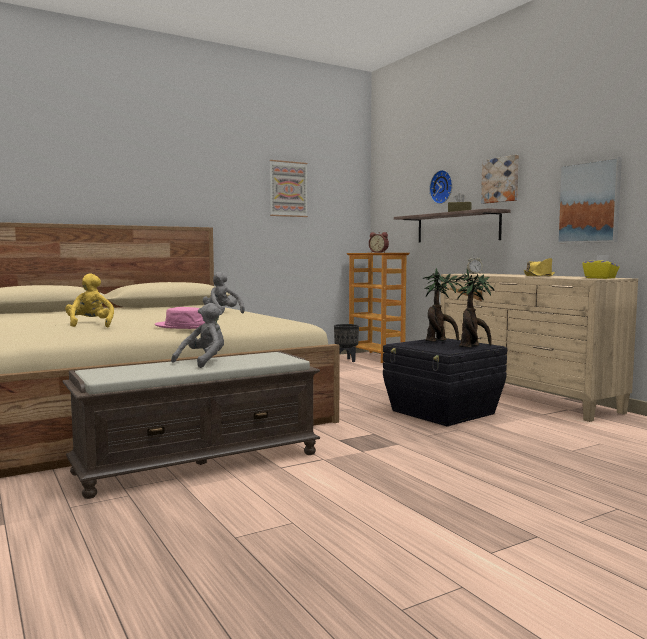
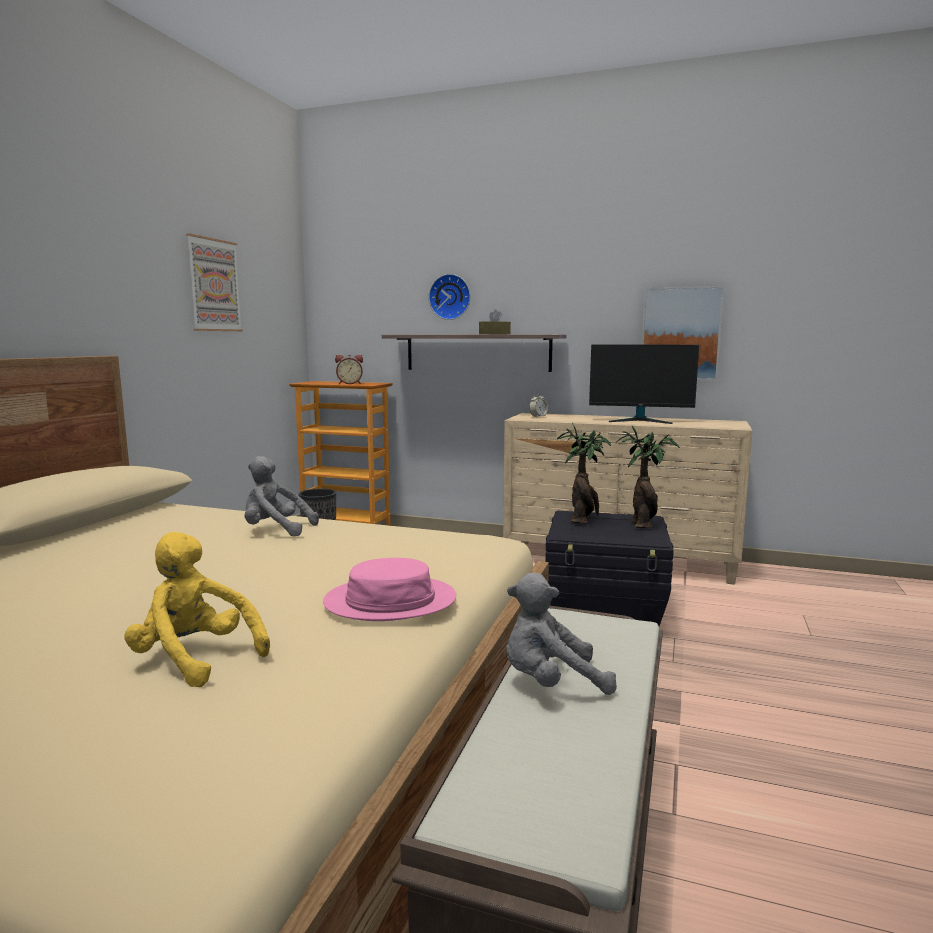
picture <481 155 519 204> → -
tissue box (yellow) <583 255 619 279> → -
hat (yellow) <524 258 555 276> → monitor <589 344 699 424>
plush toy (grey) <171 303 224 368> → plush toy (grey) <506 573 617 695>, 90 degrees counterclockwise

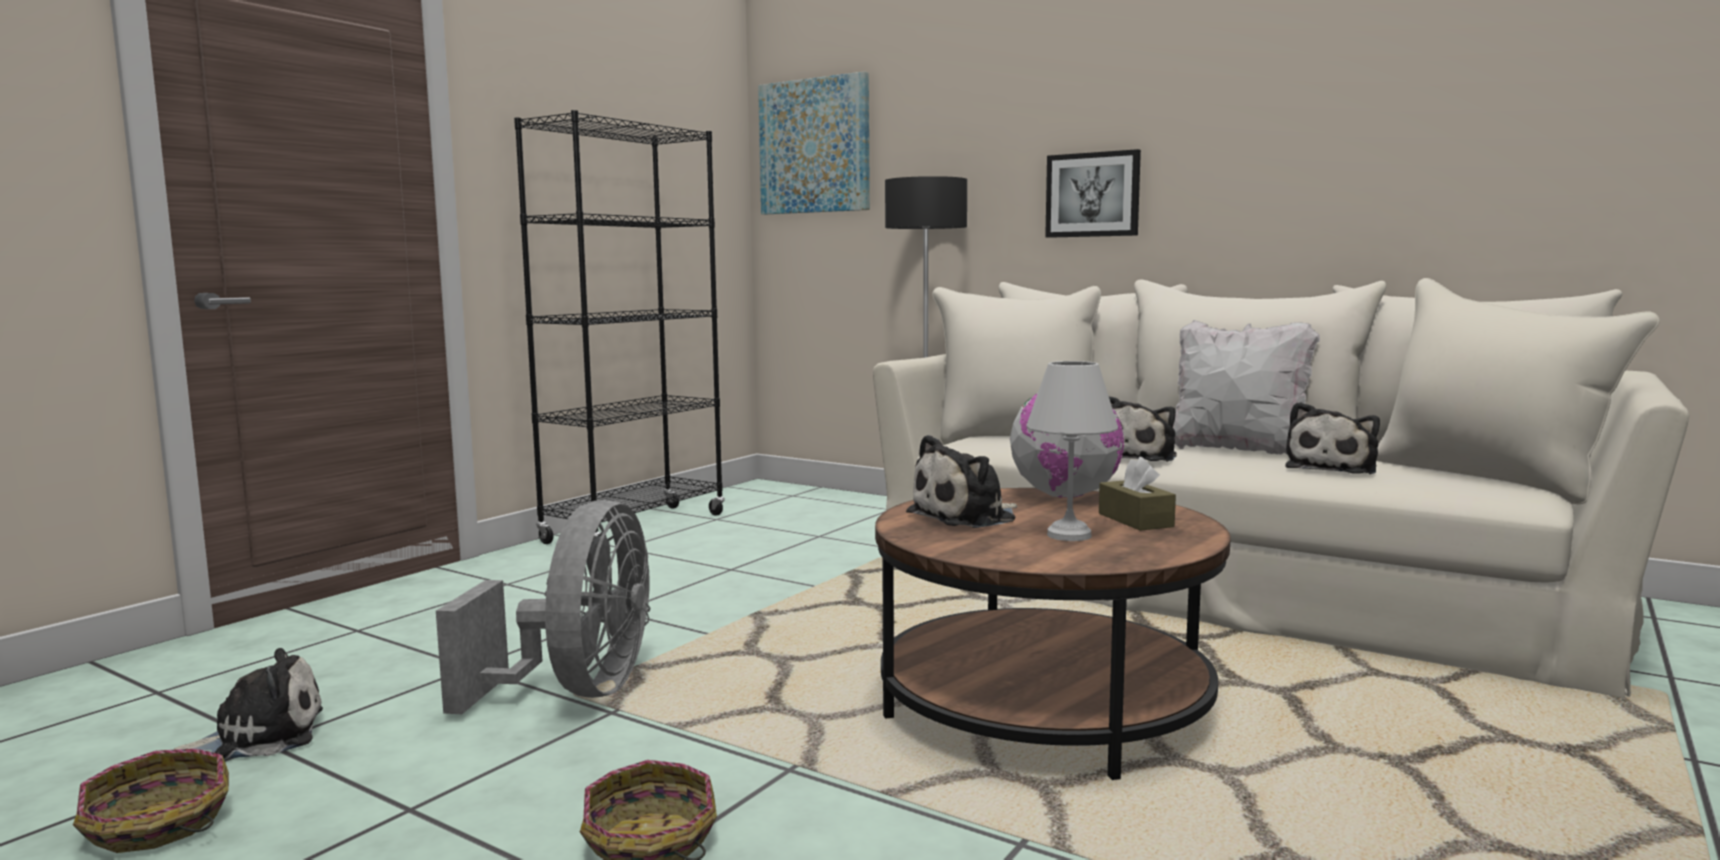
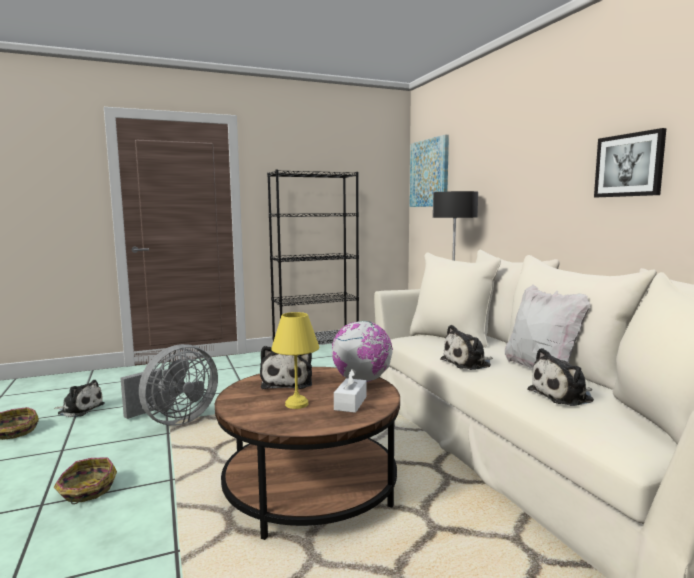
picture <1045 149 1141 238> → picture <594 128 666 197>, moved
table lamp (white) <1026 361 1118 541> → table lamp (yellow) <271 312 319 409>
plush toy <906 435 1018 528> → plush toy <260 346 312 389>, 90 degrees counterclockwise
tissue box (brown) <1099 457 1176 531> → tissue box (white) <334 369 367 413>

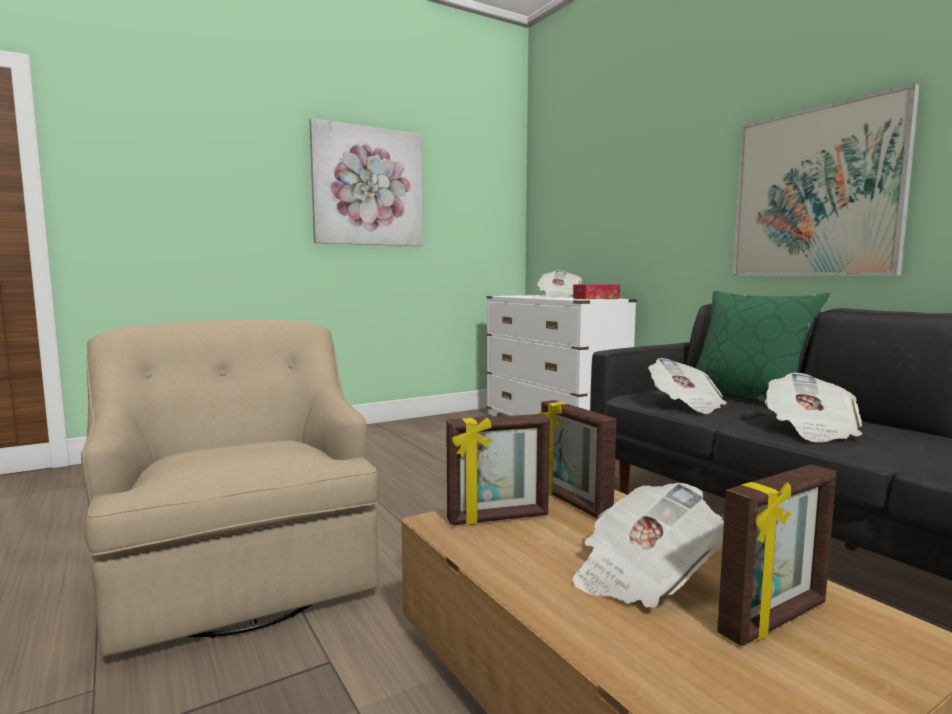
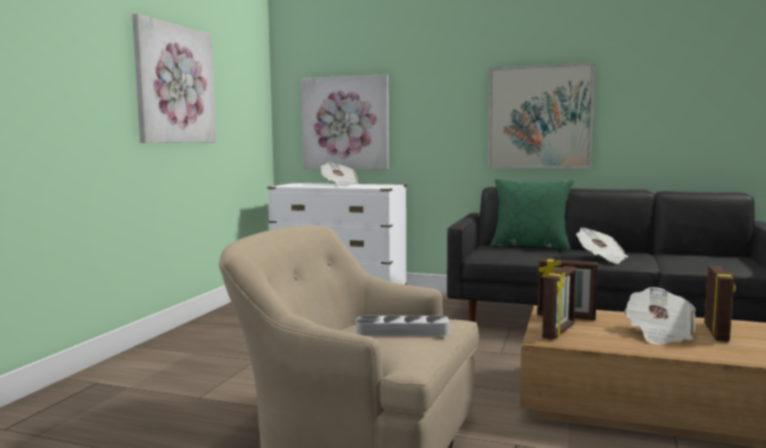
tissue box <573 284 620 299> → -
newspaper <648 358 727 414> → -
- → picture <301 74 389 170>
- → tray (grey) <356 316 449 335>

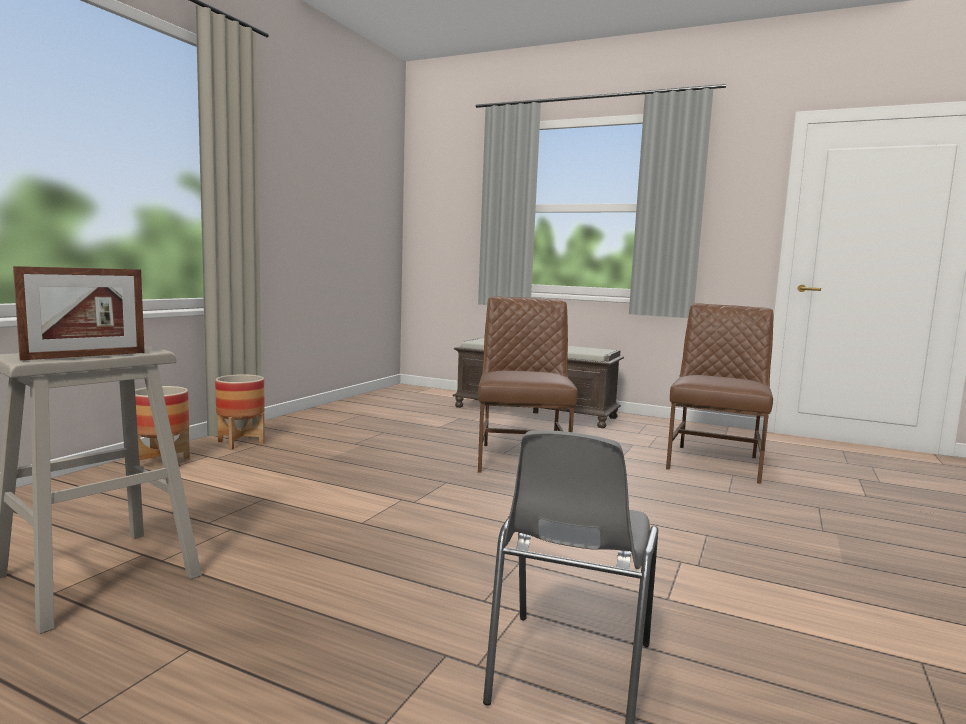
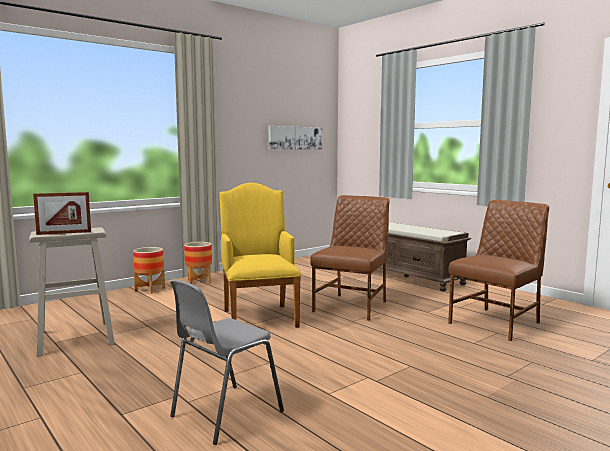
- → picture <269 126 322 149>
- → armchair (yellow) <219 183 302 328>

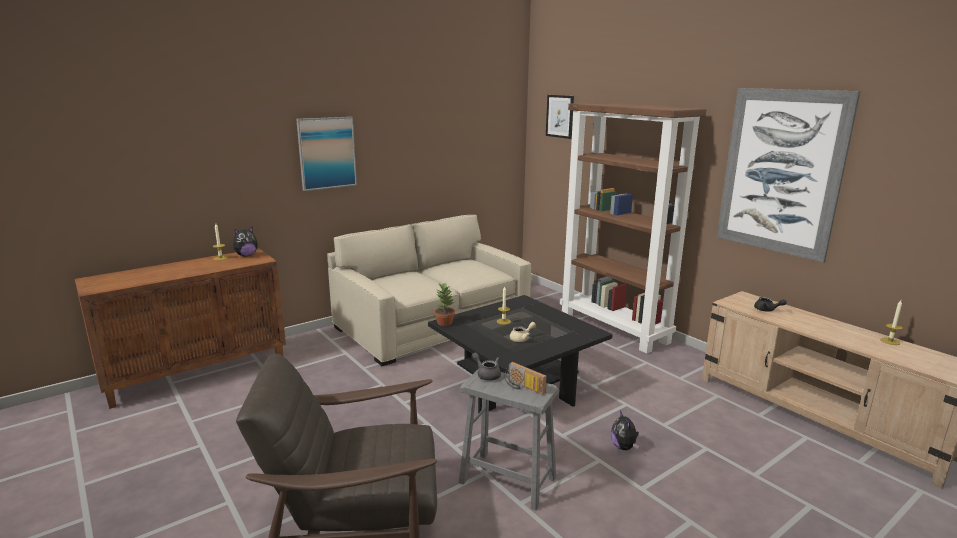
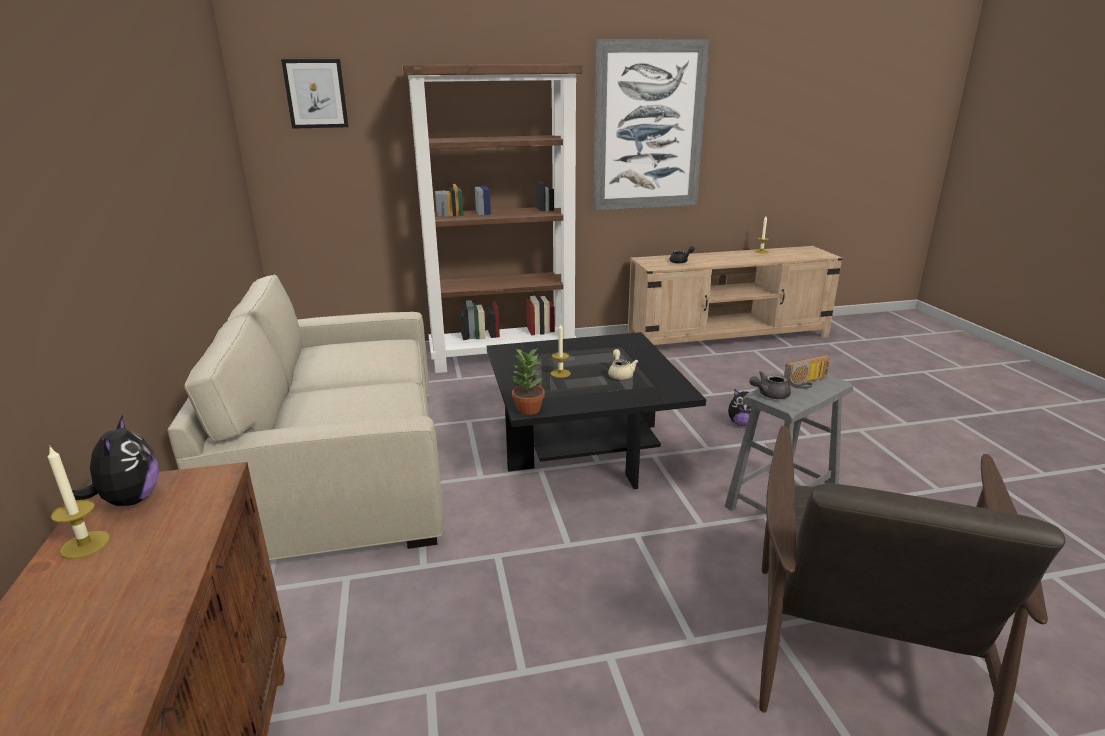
picture <296 117 357 191> → -

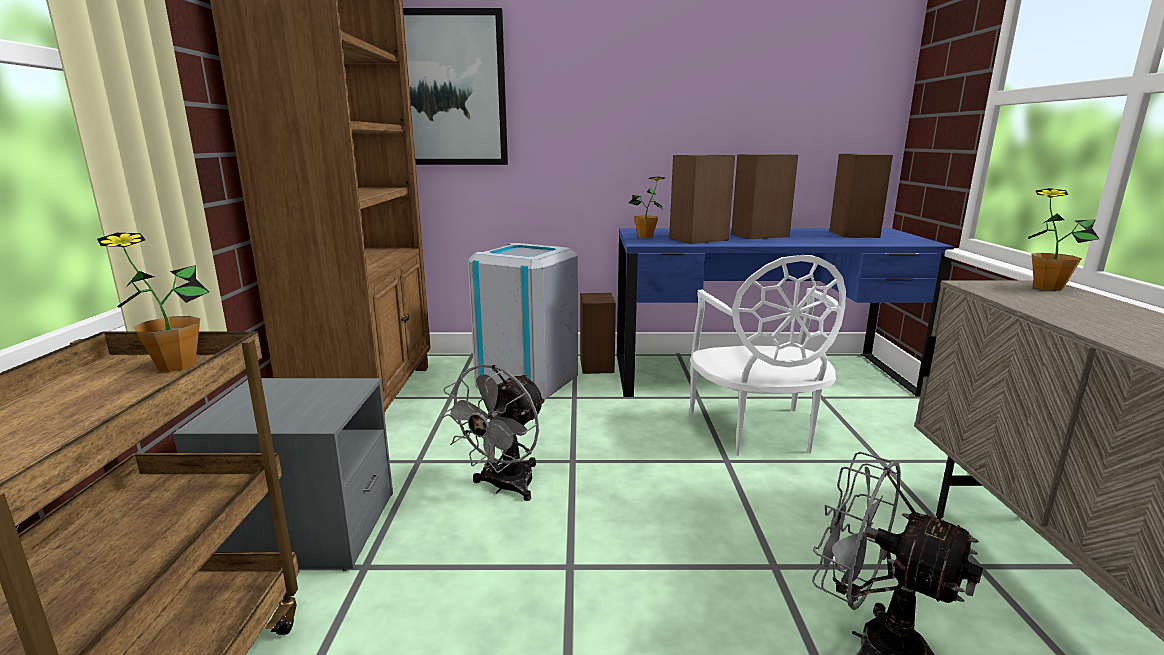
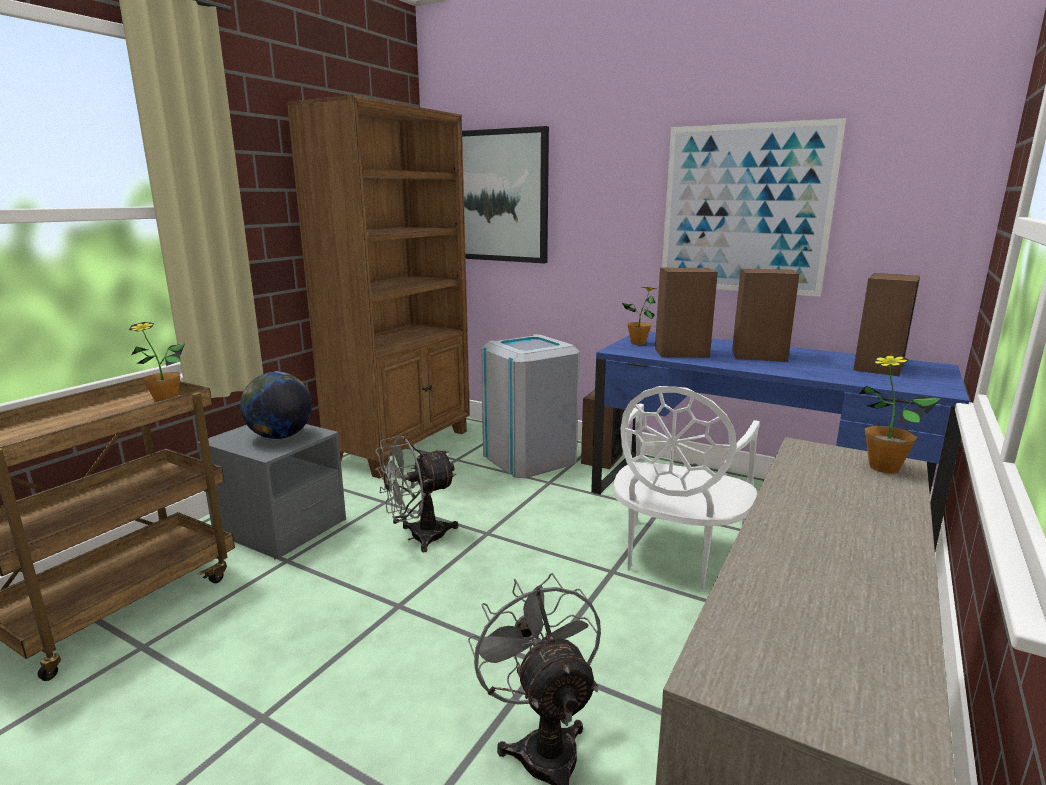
- → picture <662 118 846 297>
- → globe <240 371 312 439>

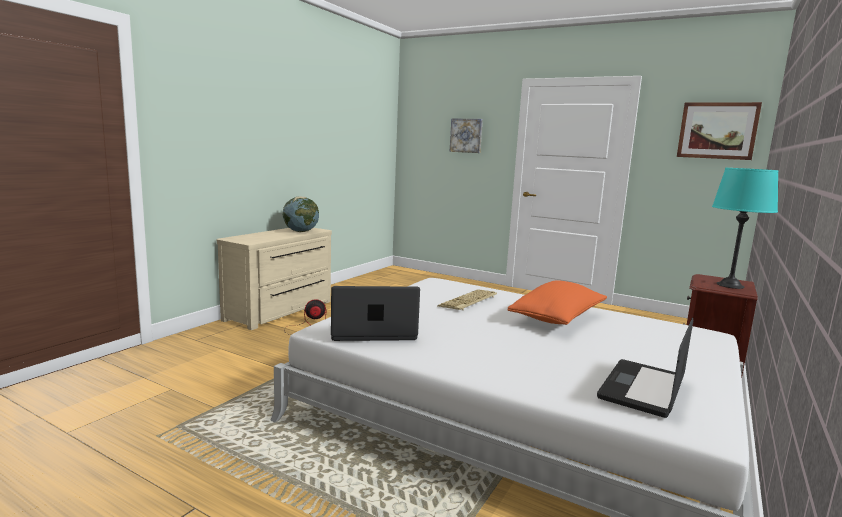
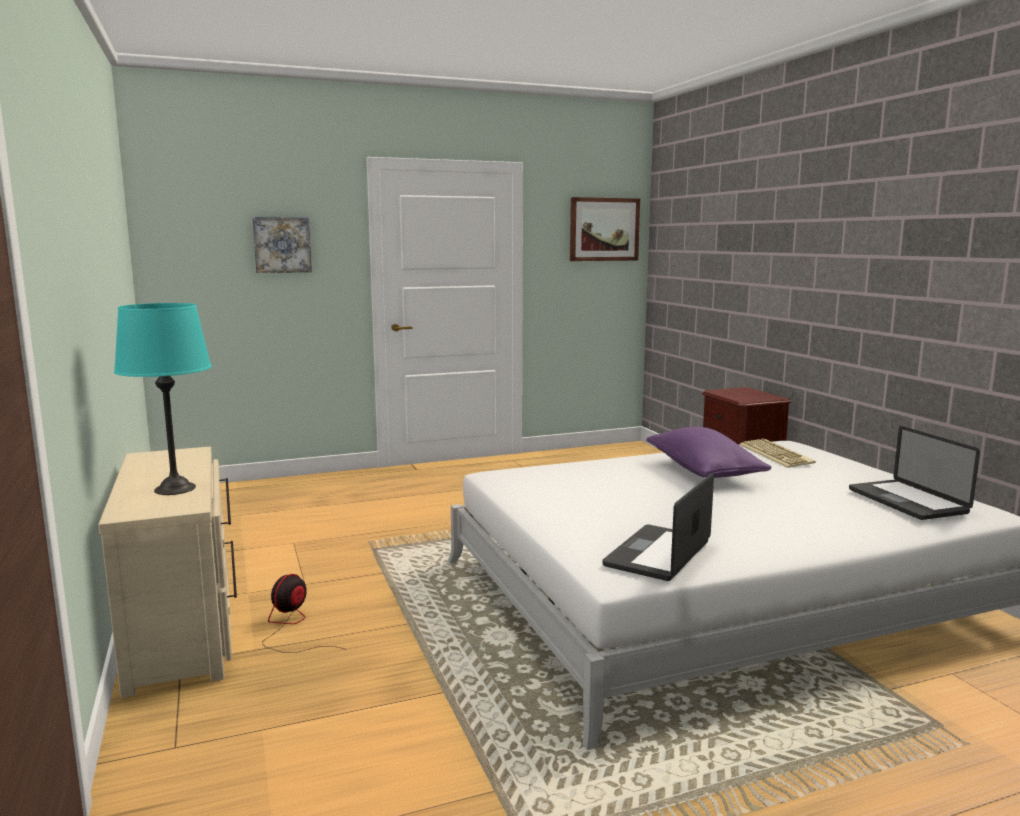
table lamp (turquoise) <712 168 779 289> → table lamp (turquoise) <114 303 212 495>, moved
globe <283 197 319 232> → -
pillow (orange) <507 280 607 325> → pillow (purple) <646 427 772 478>
keyboard <437 289 497 310> → keyboard <739 439 816 468>, moved

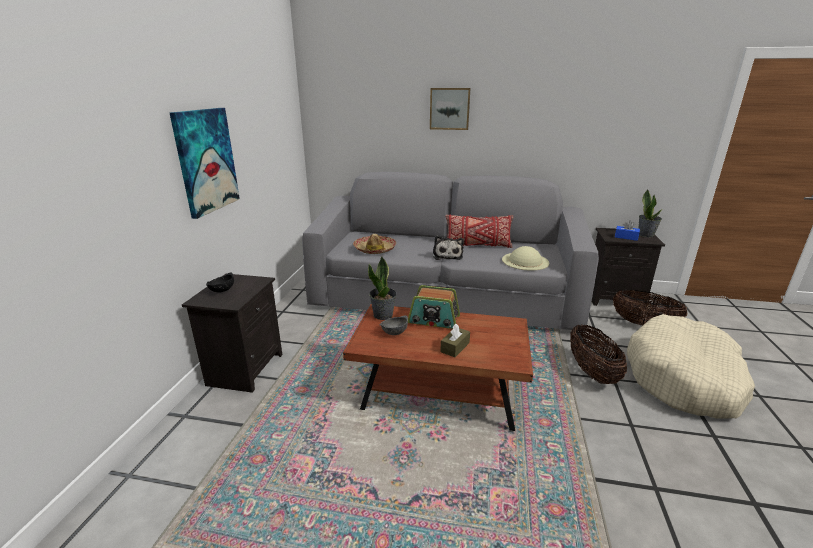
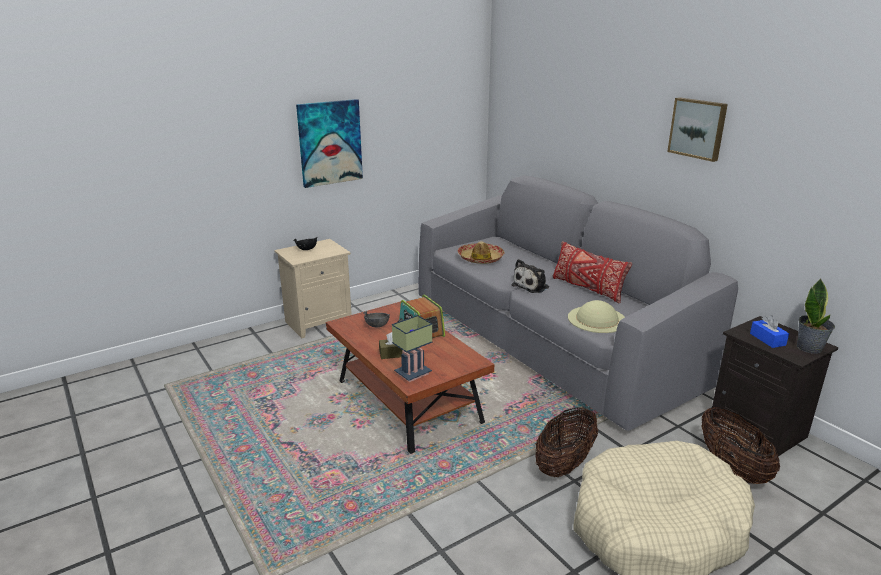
picture <430 88 471 130> → picture <667 97 728 162>, moved
potted plant <368 256 397 320> → -
nightstand (black) <182 274 282 393> → nightstand (beige) <274 239 352 338>
- → table lamp <392 315 433 382>

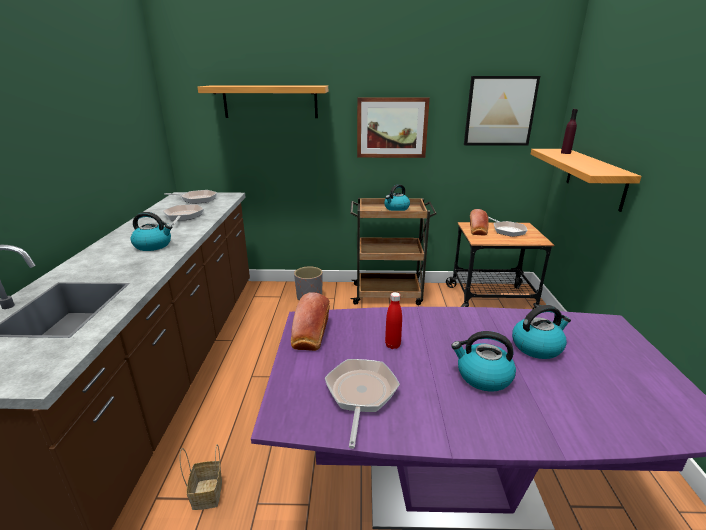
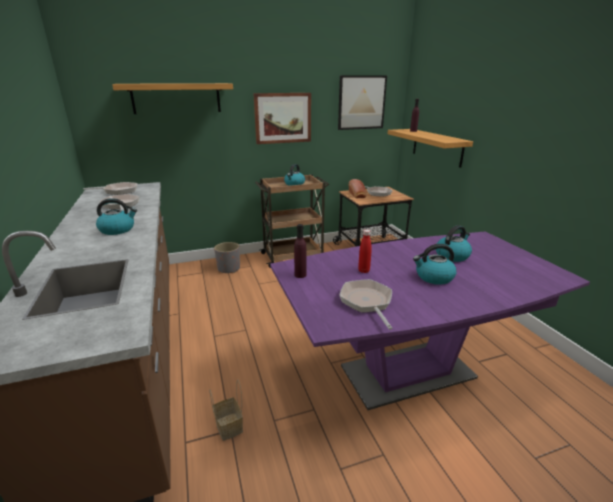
bread <291 292 330 351> → bottle (purple) <294 224 307 278>

